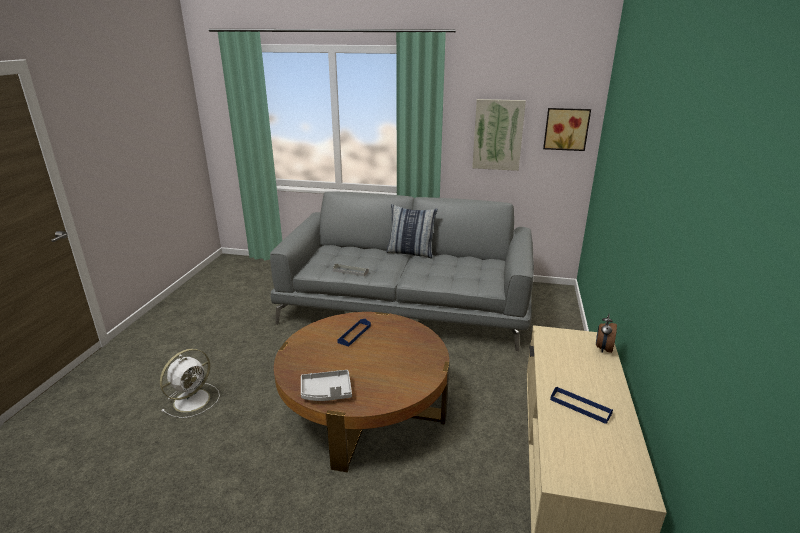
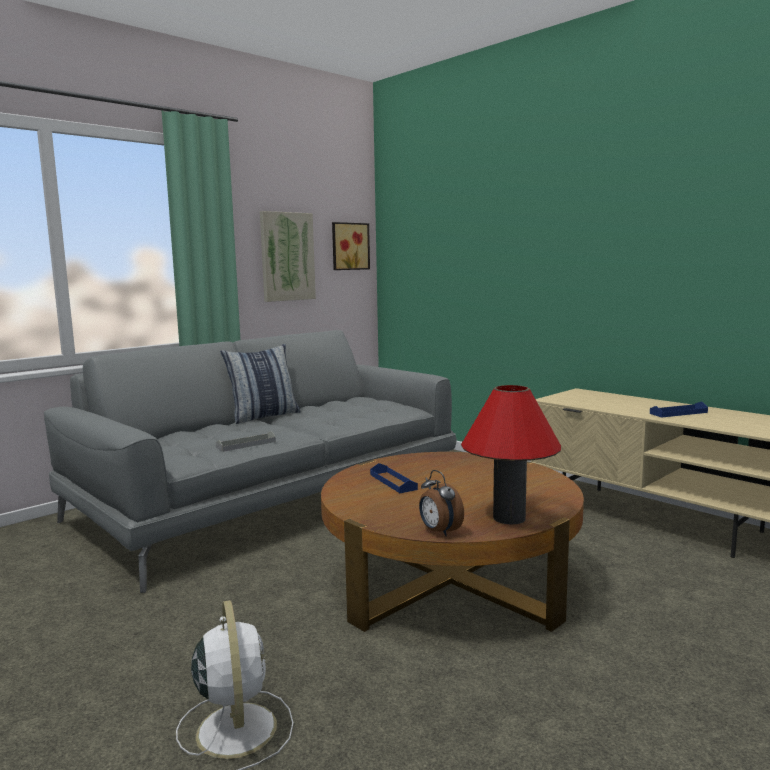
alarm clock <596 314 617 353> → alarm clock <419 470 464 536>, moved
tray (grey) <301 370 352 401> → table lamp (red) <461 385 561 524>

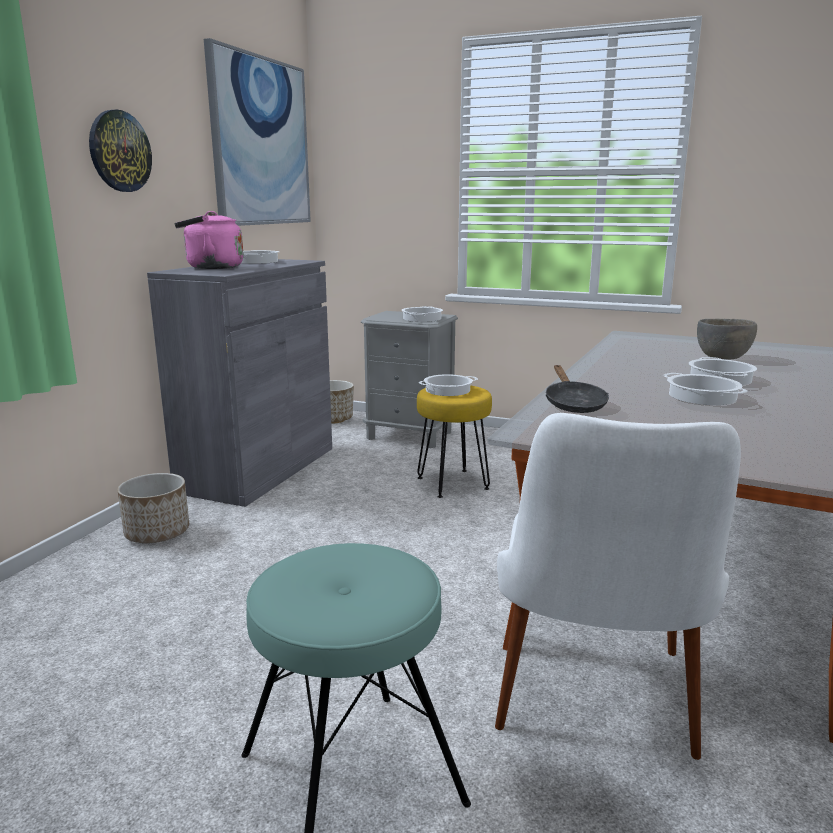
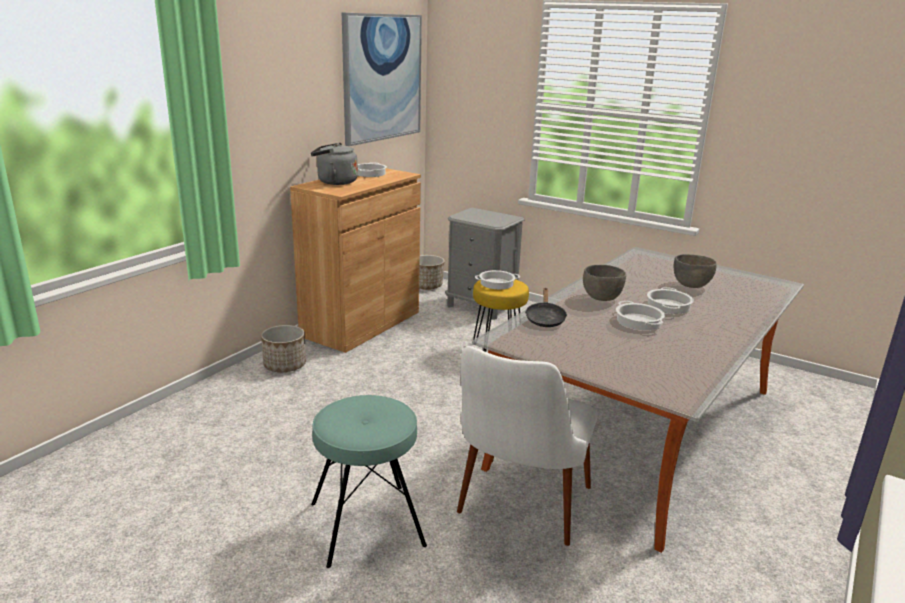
wall clock <89 110 152 192> → -
kettle (pink) <174 211 243 269> → kettle (grey) <311 143 358 185>
cabinet (grey) <147 259 332 507> → cabinet (brown) <290 168 421 353>
cooking pot <401 306 443 322> → -
- → bowl (grey) <583 265 626 301>

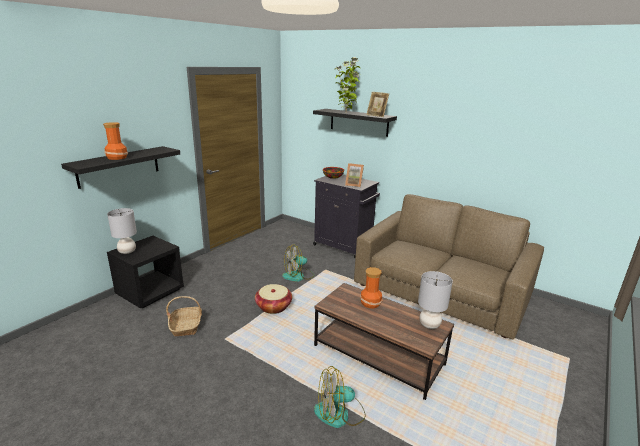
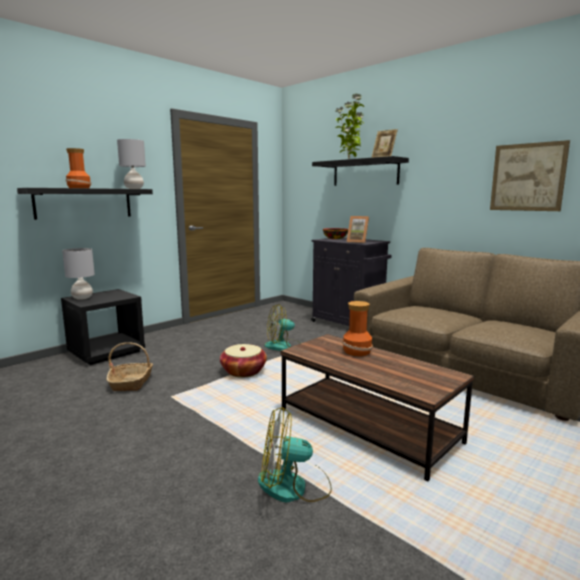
table lamp (grey) <418 271 453 329> → table lamp (grey) <117 139 146 189>, moved
- → picture <490 140 570 211>

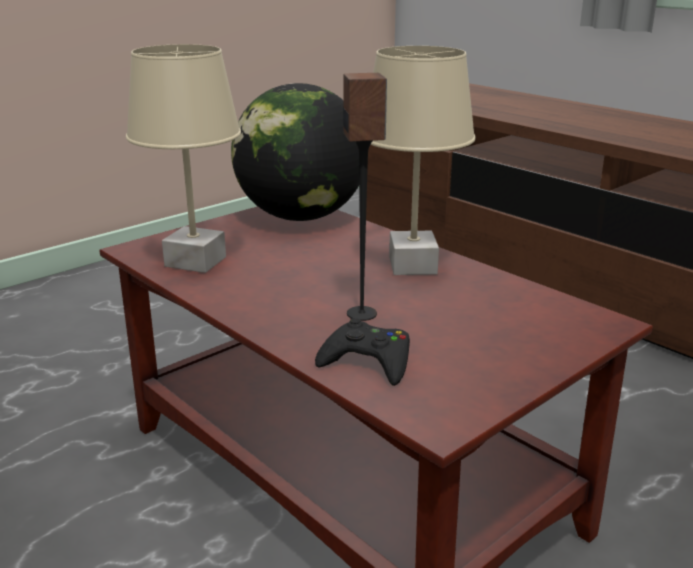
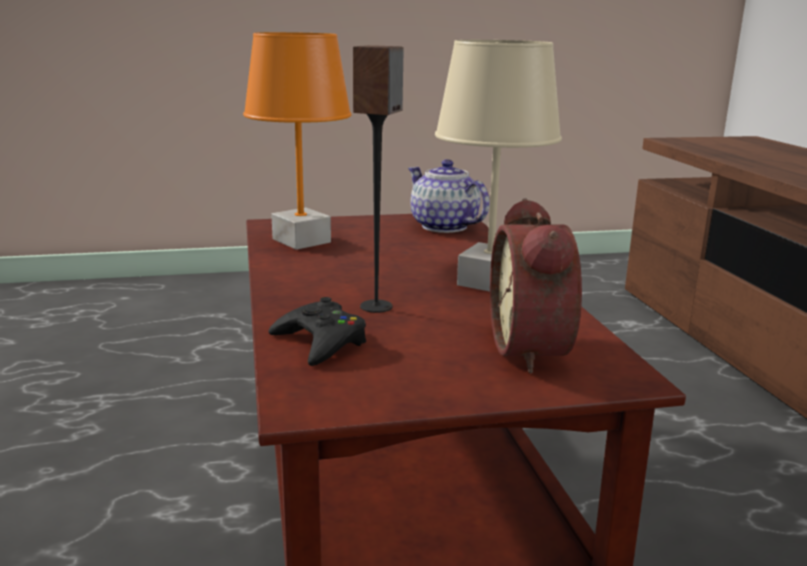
table lamp (beige) <126 44 241 273> → table lamp (orange) <243 32 352 250>
globe <231 83 359 221> → teapot <408 159 490 233>
- → alarm clock <490 198 582 373>

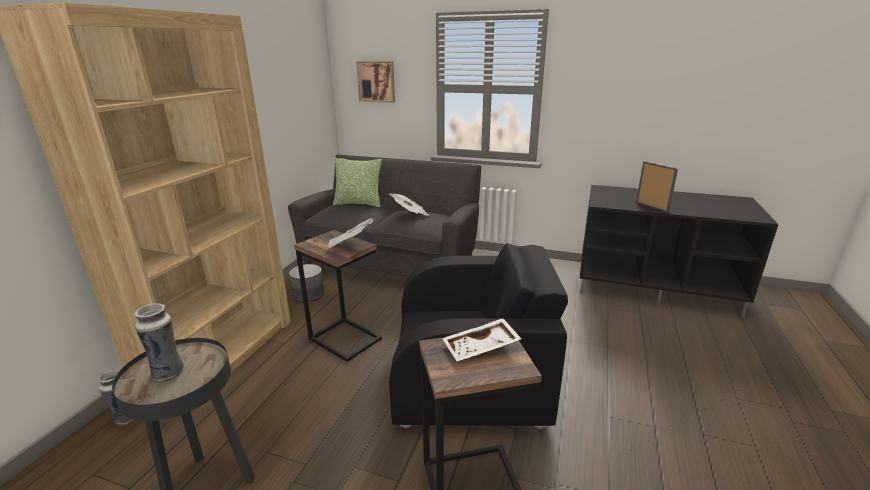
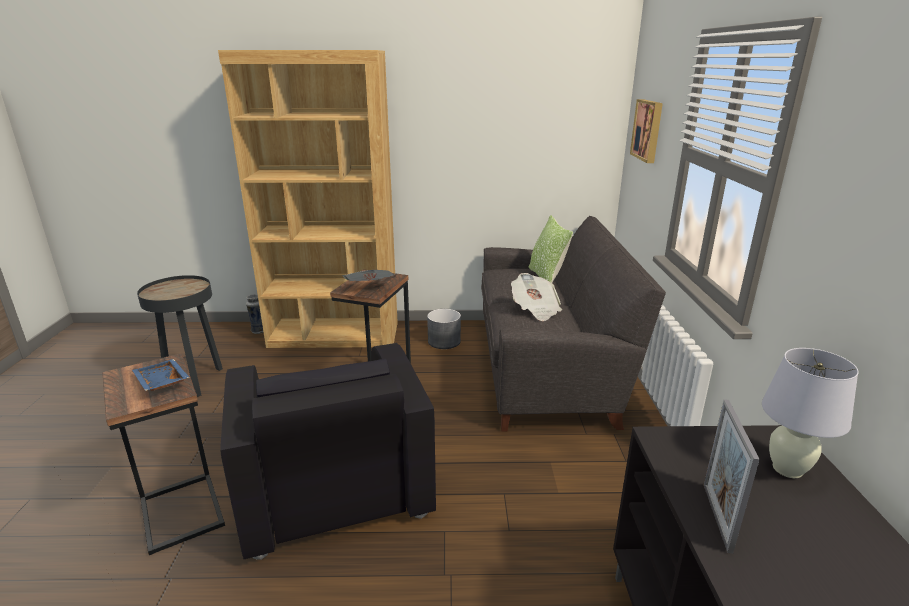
picture frame <636 161 678 213> → picture frame <704 399 760 554>, 150 degrees clockwise
vase <134 303 184 382> → -
tray (white) <442 318 521 361> → tray (blue) <132 359 190 391>
- → table lamp (white) <762 348 859 478>

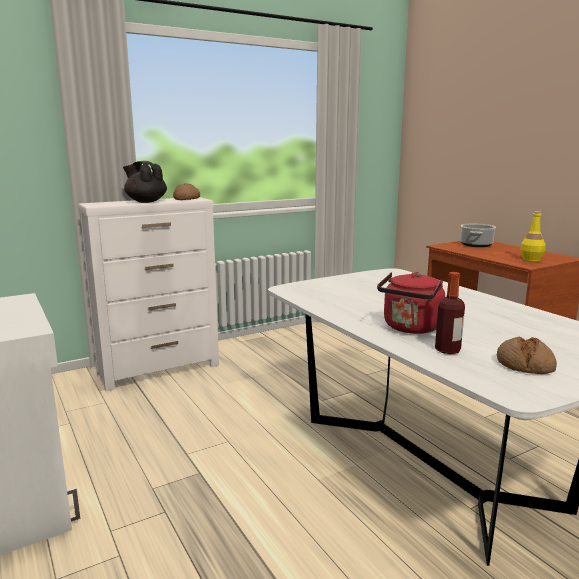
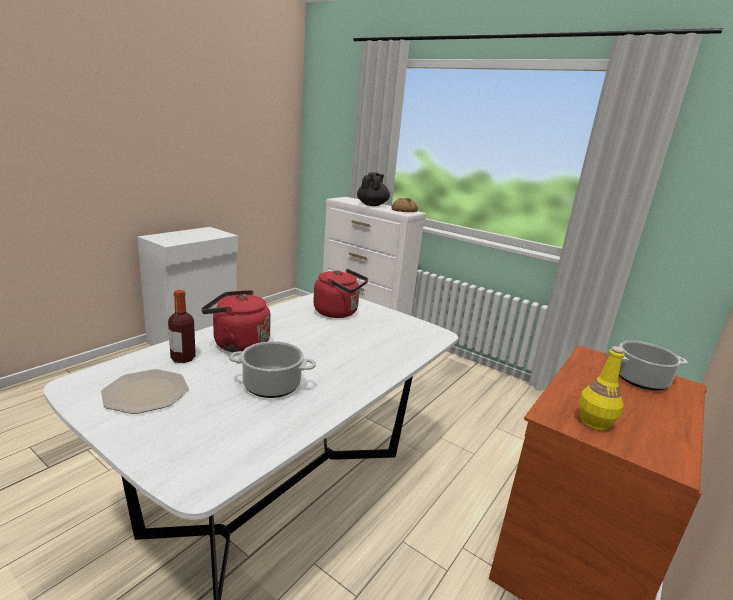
bread <496 337 557 374> → plate <101 369 189 414>
- → kettle (red) <313 269 368 318>
- → cooking pot <229 341 316 398>

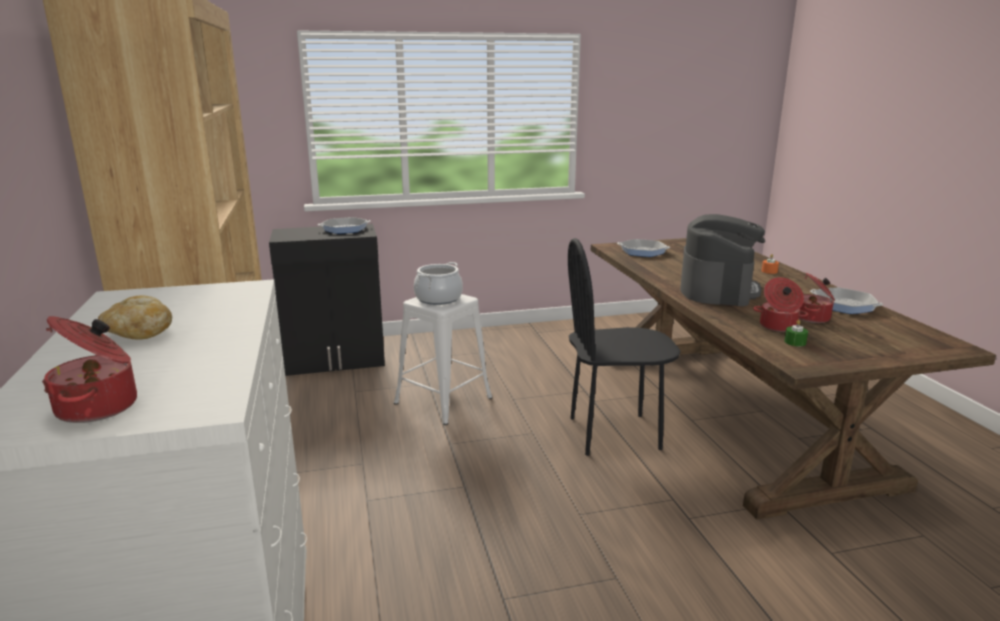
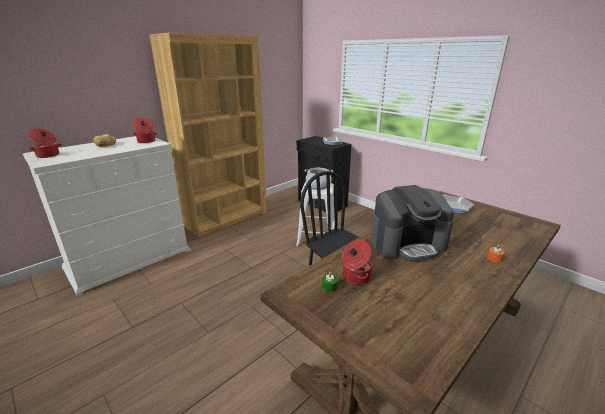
cooking pot <799 272 835 323> → cooking pot <132 117 158 143>, moved
frying pan <810 287 883 314> → -

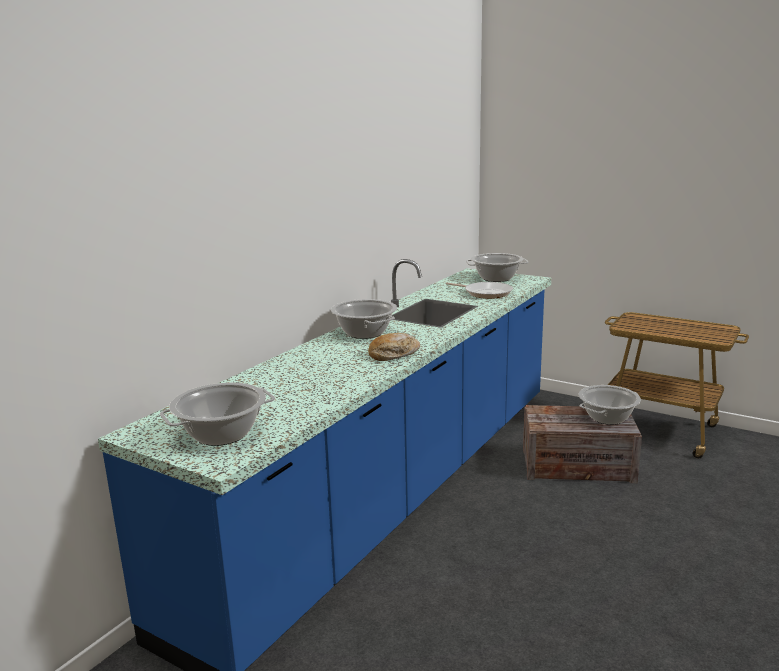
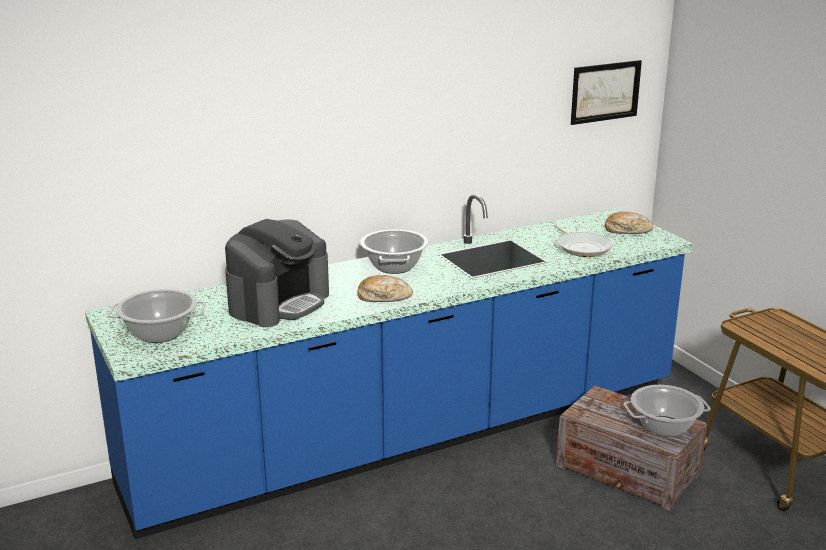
cooking pot <466 253 529 282> → bread <605 212 653 234>
- → picture <571 60 642 125>
- → coffee machine <225 219 329 327>

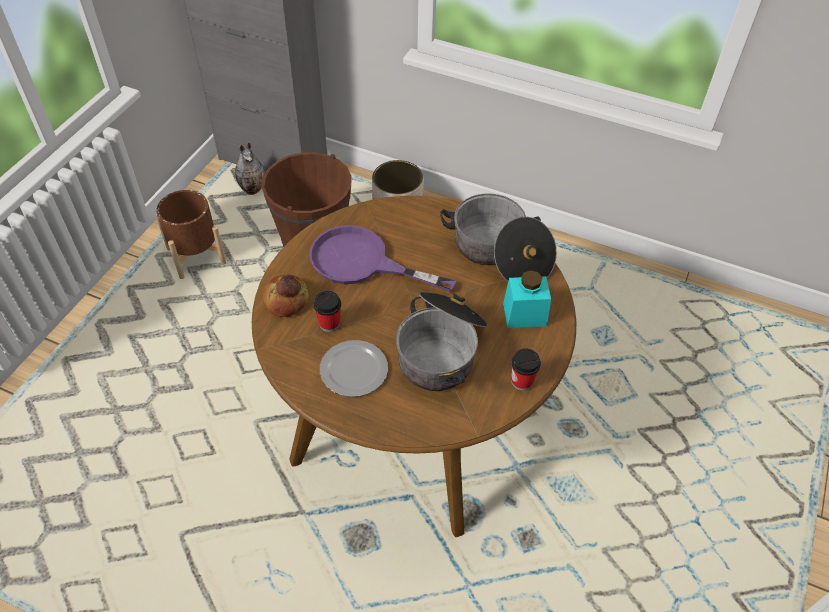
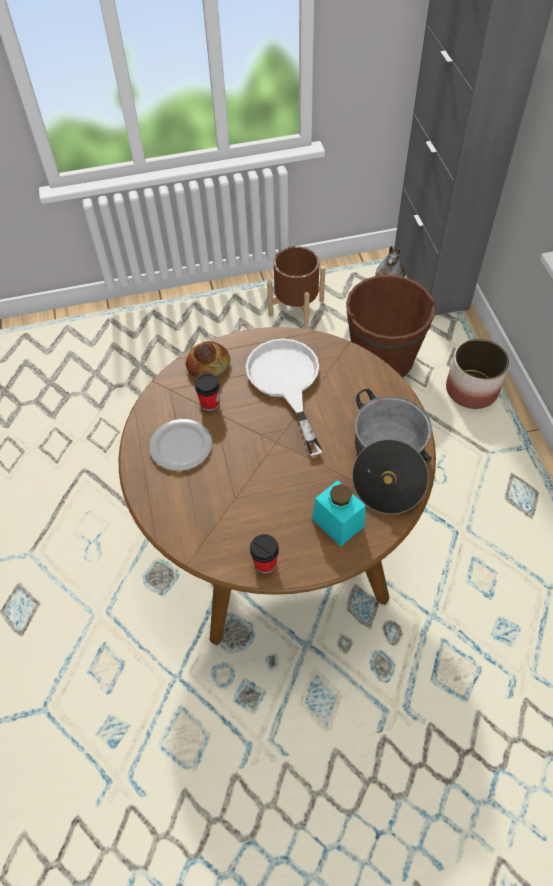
frying pan (purple) <310 225 456 292> → frying pan (white) <246 339 323 456>
cooking pot <396 292 488 391> → -

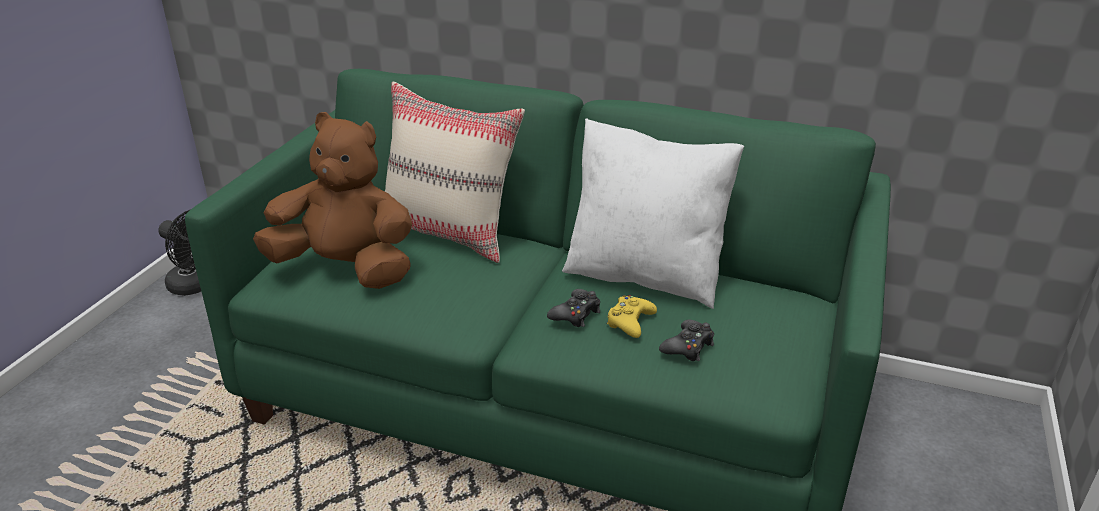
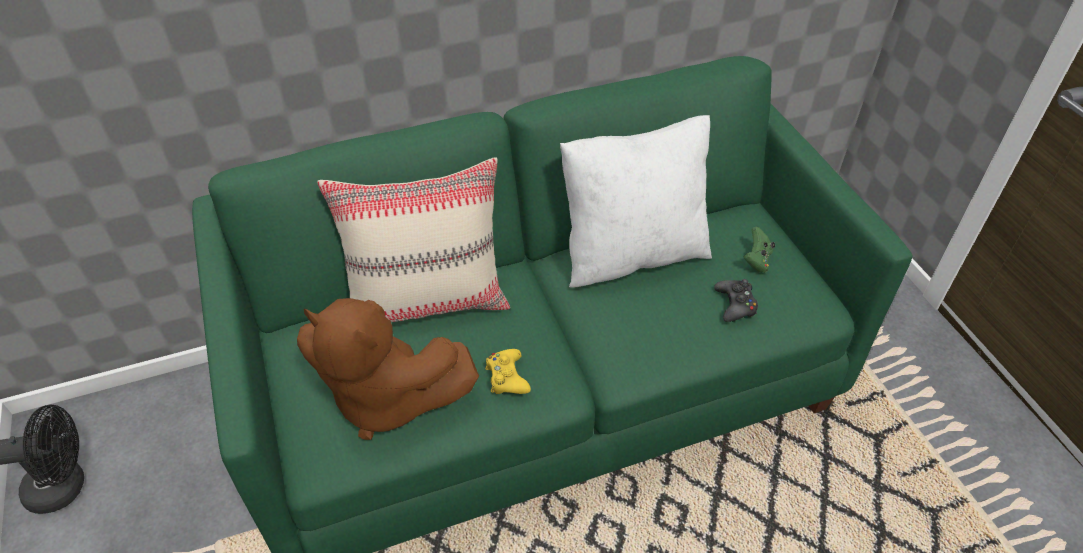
plush toy (brown) <253 112 412 289> → plush toy (brown) <297 298 479 440>, 135 degrees counterclockwise
game controller (black) <547 289 600 327> → -
game controller (yellow) <606 295 657 338> → game controller (yellow) <485 349 531 394>, moved
- → game controller (green) <744 227 775 273>

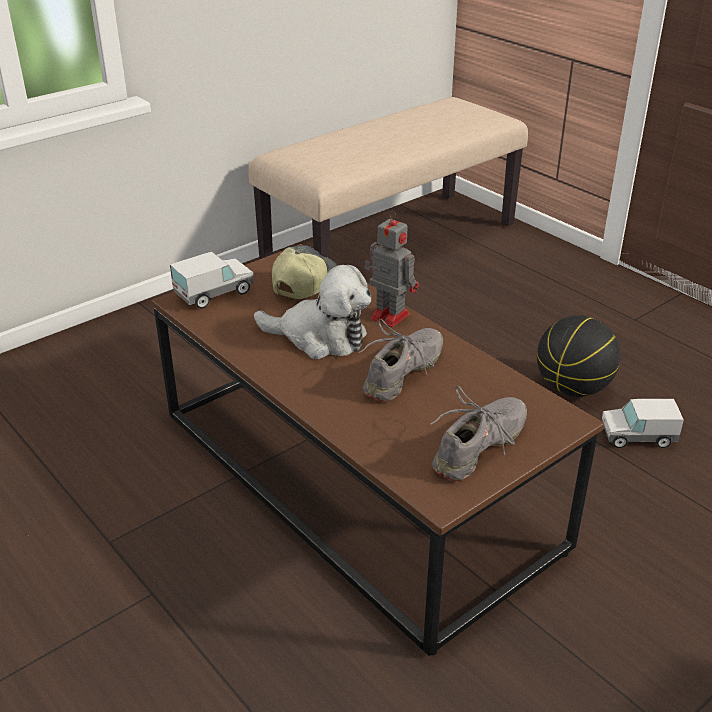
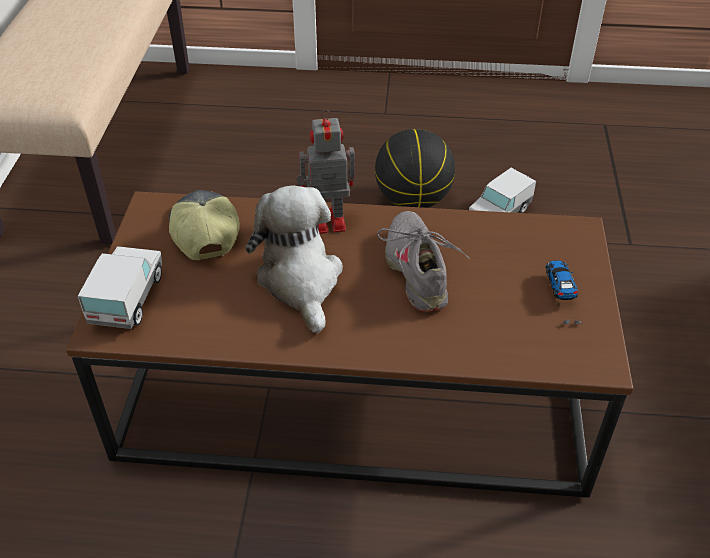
plush toy <254 265 372 359> → plush toy <246 185 343 334>, 75 degrees counterclockwise
shoe (grey) <430 386 527 481> → toy car <545 260 581 324>

